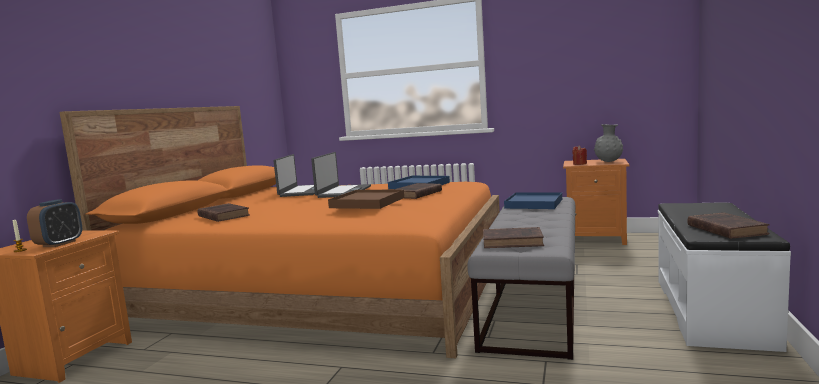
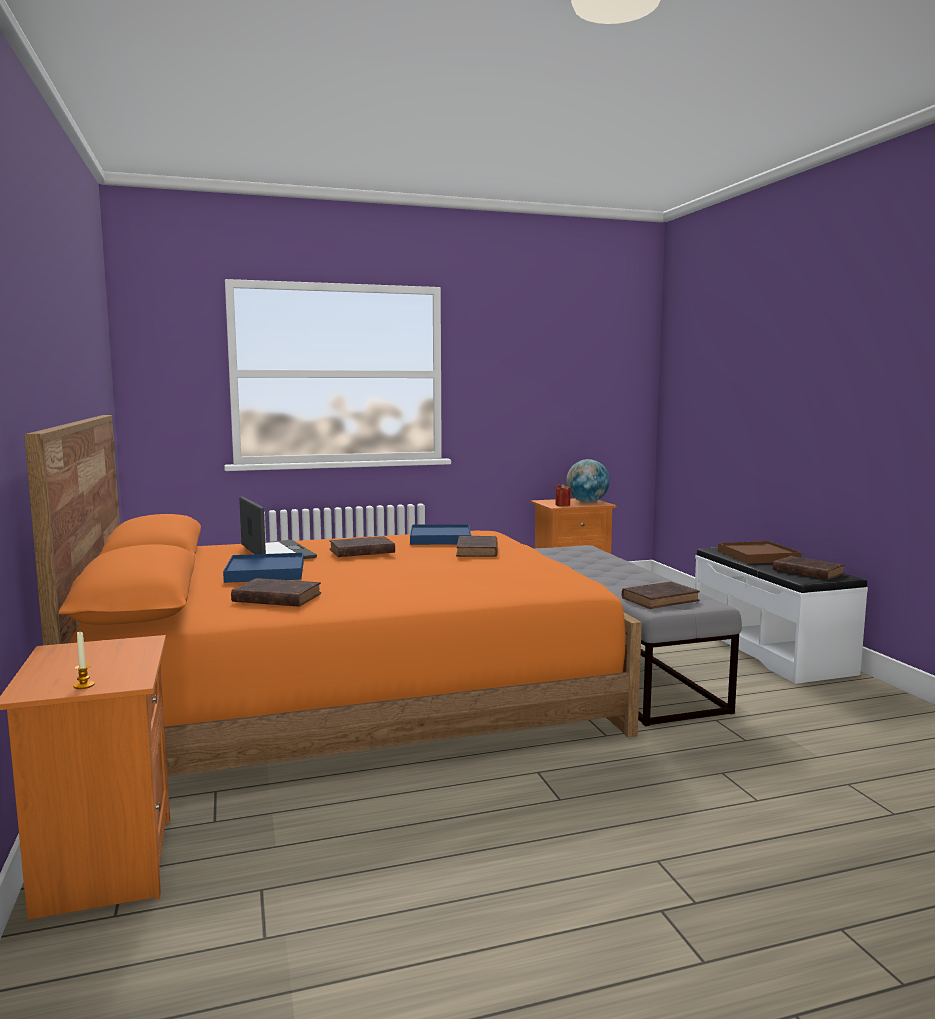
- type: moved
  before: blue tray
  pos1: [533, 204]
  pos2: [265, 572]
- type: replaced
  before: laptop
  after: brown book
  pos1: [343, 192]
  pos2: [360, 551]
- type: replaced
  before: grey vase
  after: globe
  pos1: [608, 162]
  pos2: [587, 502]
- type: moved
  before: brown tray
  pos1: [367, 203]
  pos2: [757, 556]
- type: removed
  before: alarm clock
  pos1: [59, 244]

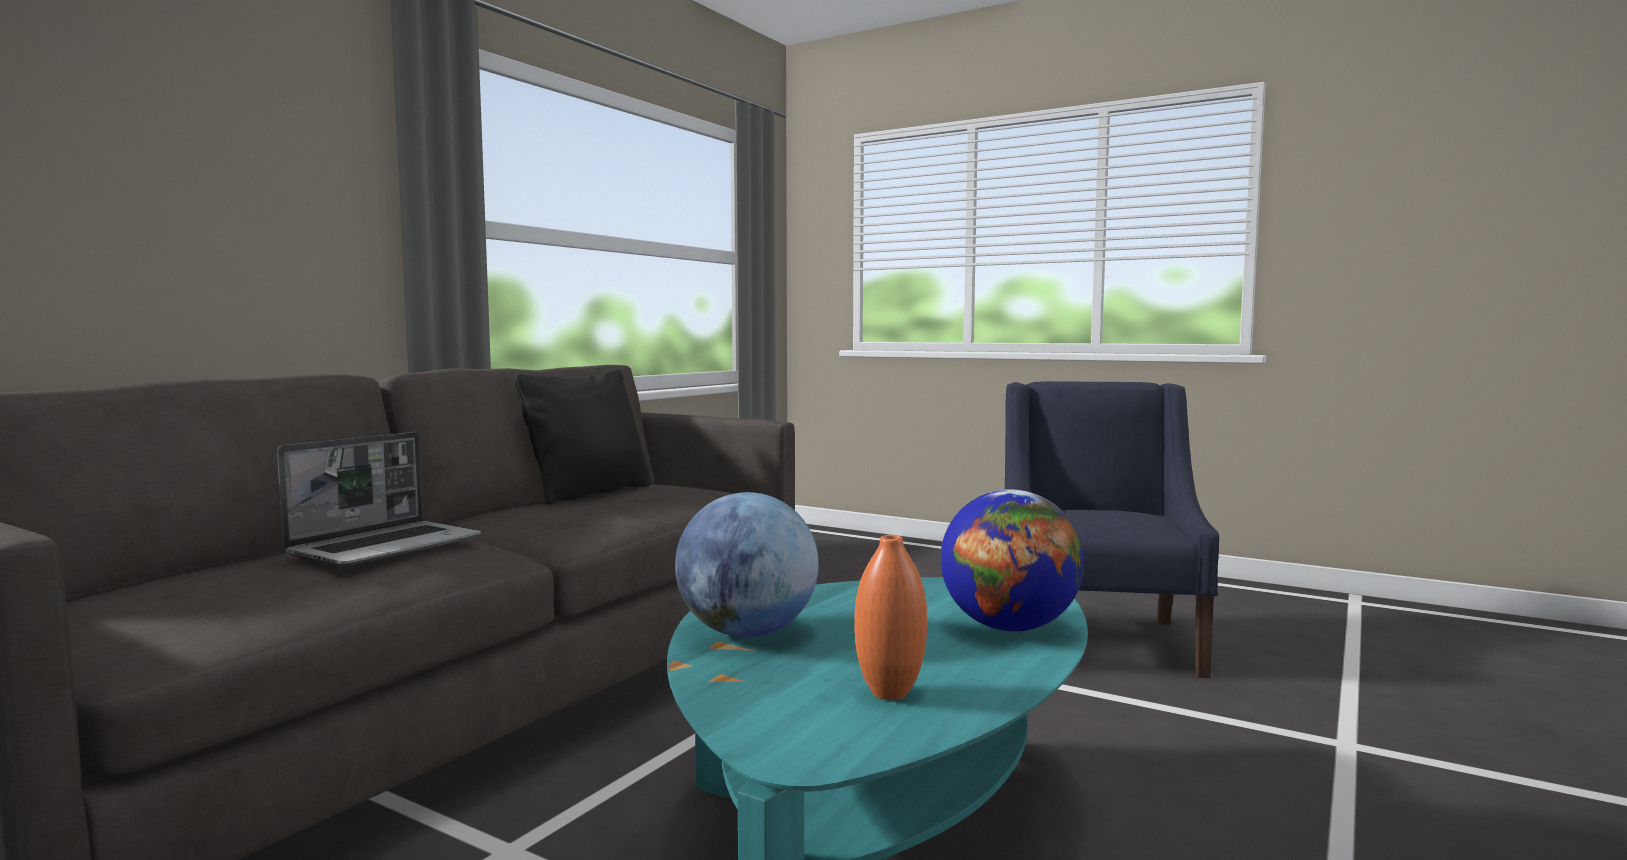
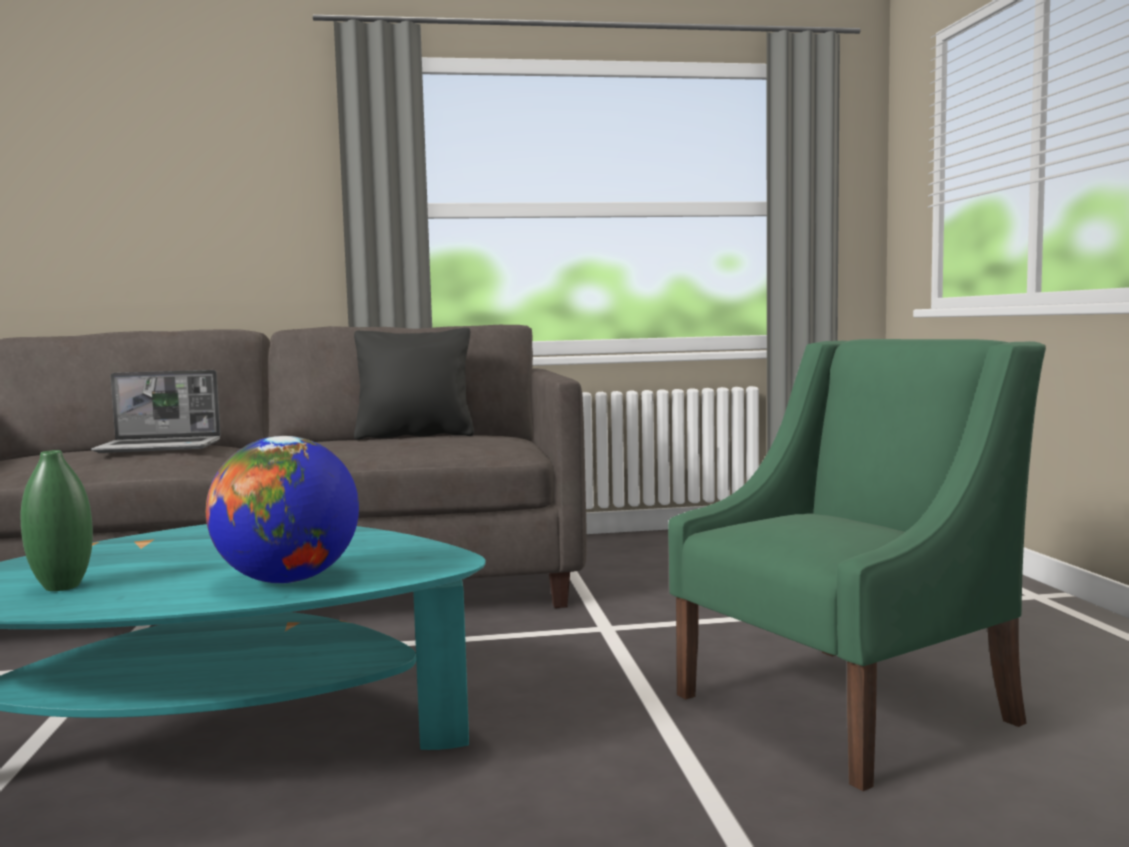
- type: recoloured
  before: orange vase
  after: green vase
  pos1: [890, 693]
  pos2: [62, 587]
- type: recoloured
  before: blue armchair
  after: green armchair
  pos1: [1097, 642]
  pos2: [847, 708]
- type: removed
  before: globe
  pos1: [747, 633]

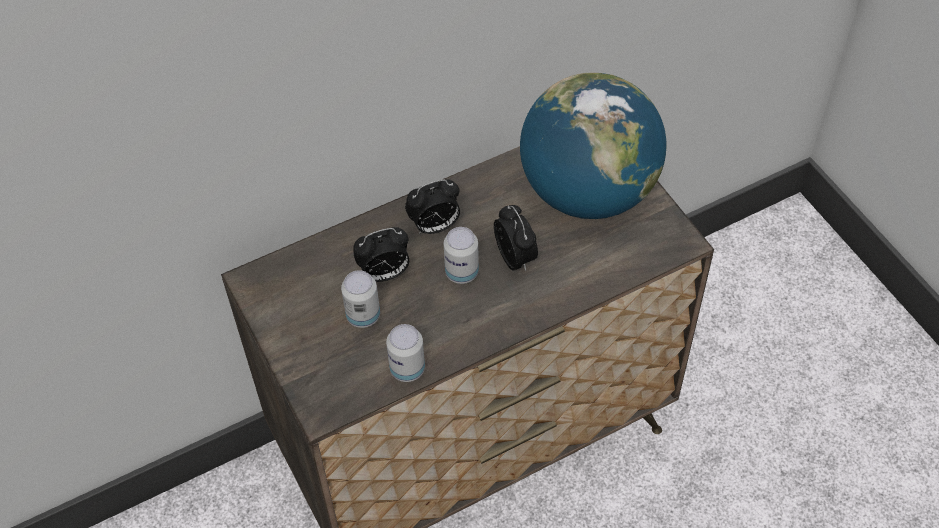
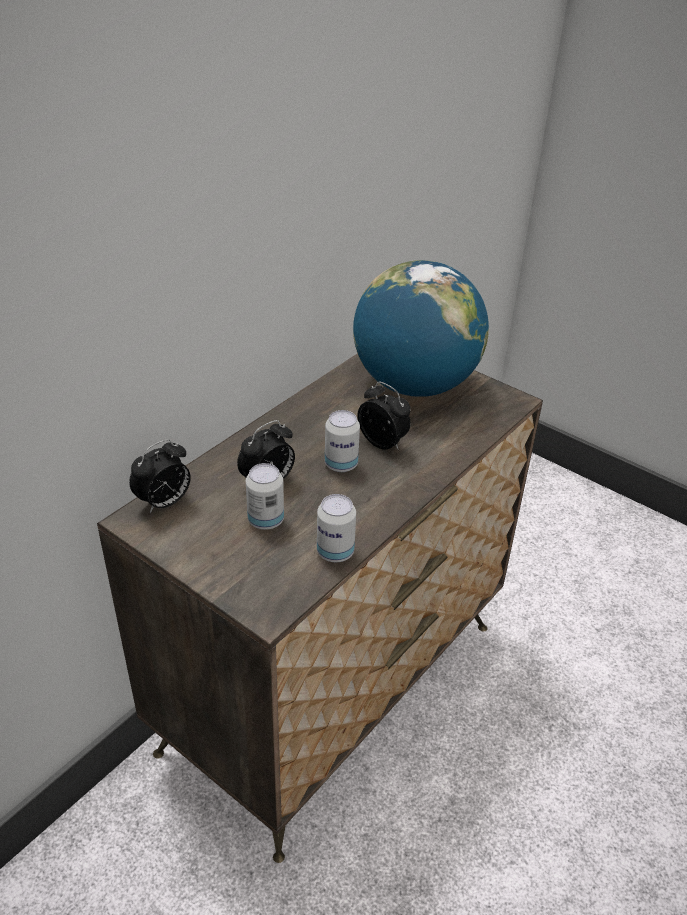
- type: moved
  before: alarm clock
  pos1: [434, 226]
  pos2: [164, 503]

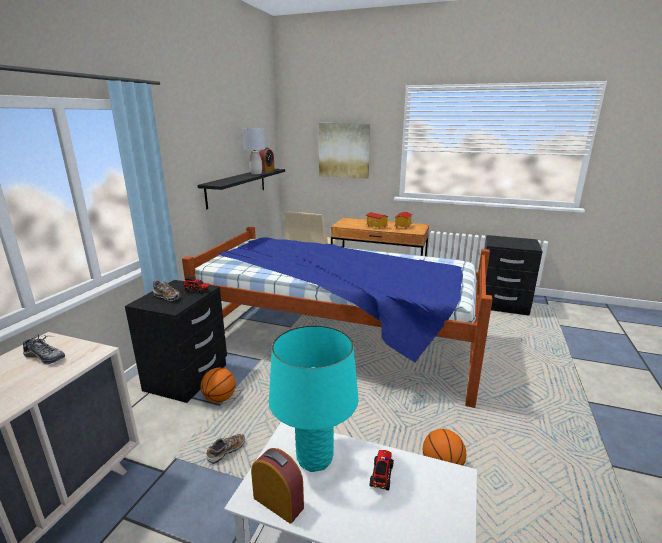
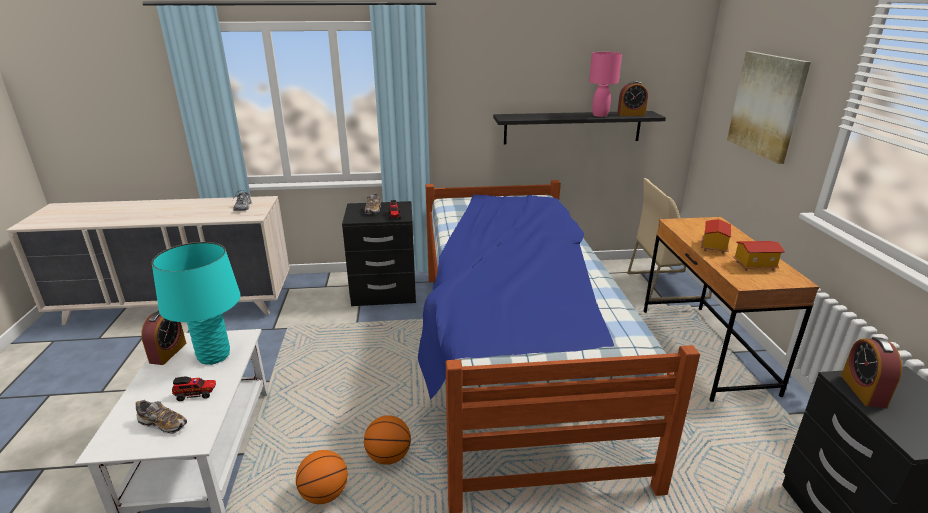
- type: moved
  before: shoe
  pos1: [226, 452]
  pos2: [163, 424]
- type: moved
  before: basketball
  pos1: [219, 398]
  pos2: [388, 456]
- type: recoloured
  before: grey table lamp
  after: pink table lamp
  pos1: [256, 173]
  pos2: [600, 115]
- type: added
  after: alarm clock
  pos2: [863, 390]

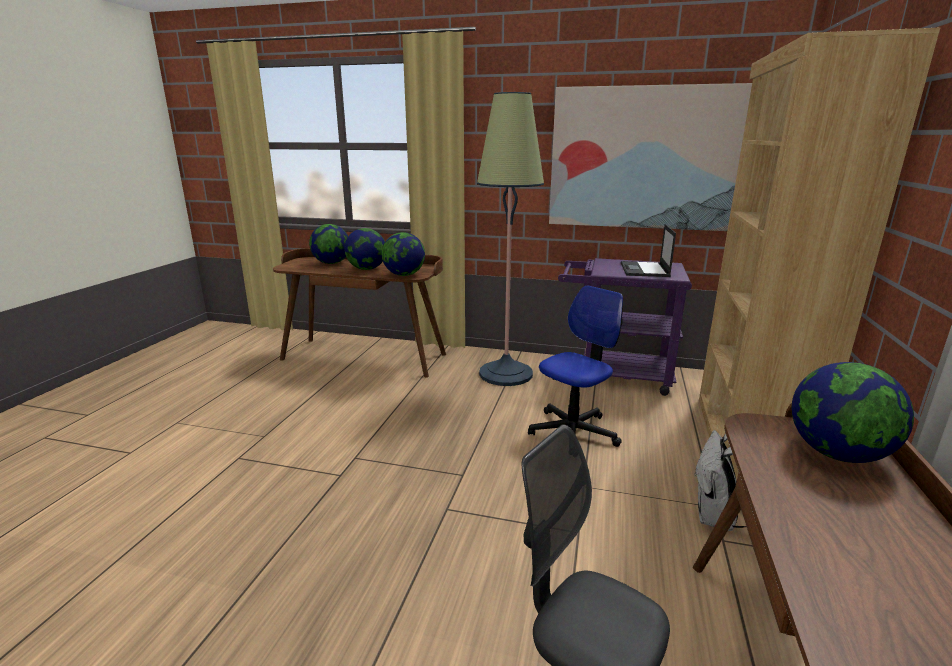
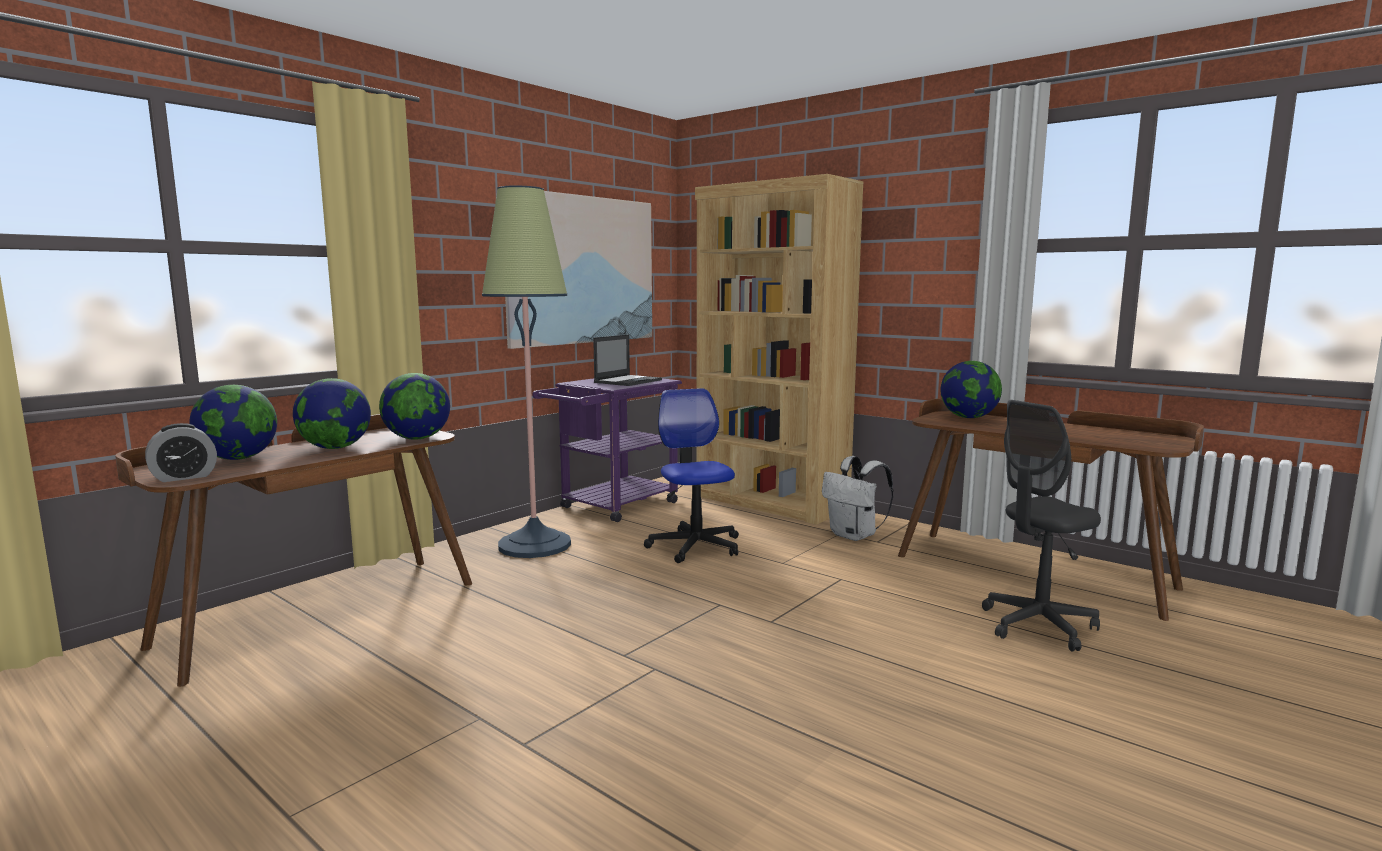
- type: added
  after: alarm clock
  pos2: [184, 477]
- type: turned
  before: laptop
  pos1: [644, 270]
  pos2: [628, 381]
  turn: -90

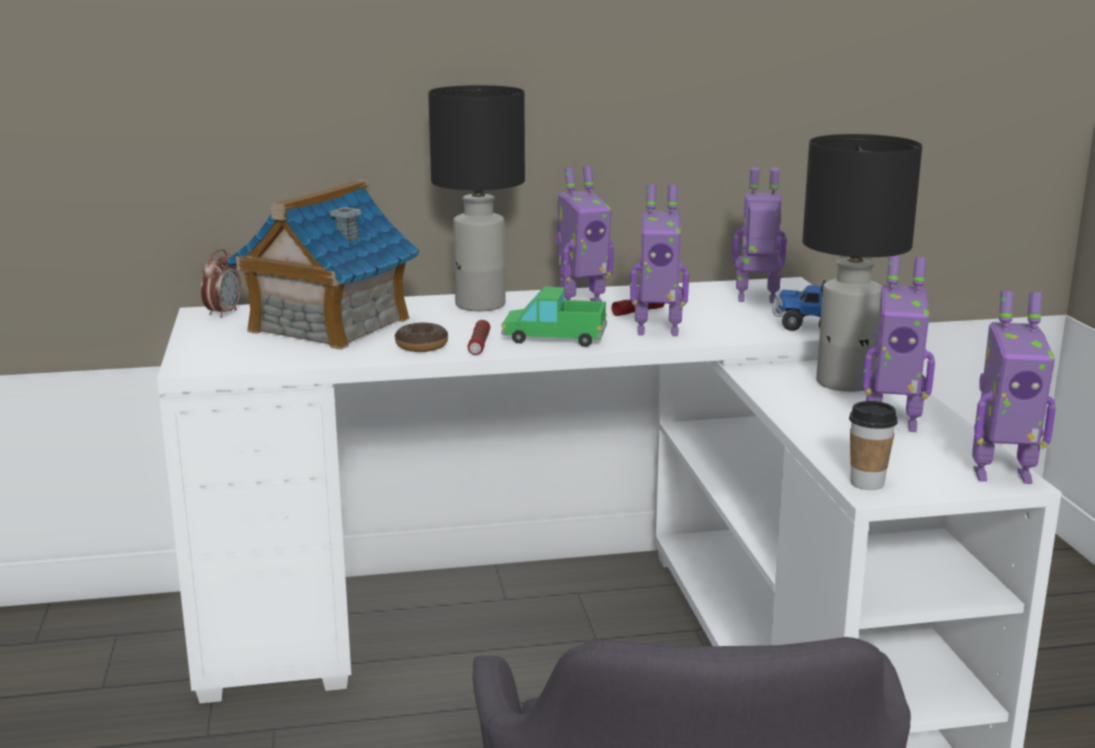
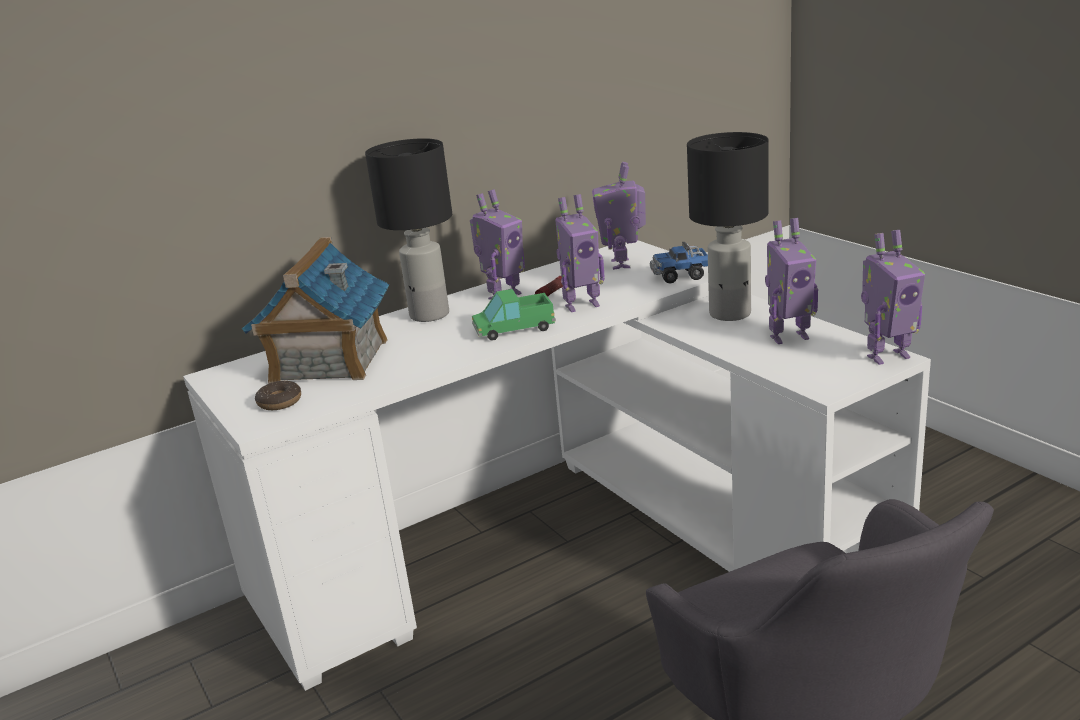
- type: moved
  before: donut
  pos1: [421, 346]
  pos2: [279, 402]
- type: turned
  before: toy robot
  pos1: [757, 300]
  pos2: [622, 264]
  turn: -75
- type: removed
  before: alarm clock
  pos1: [223, 313]
- type: removed
  before: flashlight
  pos1: [479, 345]
- type: removed
  before: cup
  pos1: [867, 483]

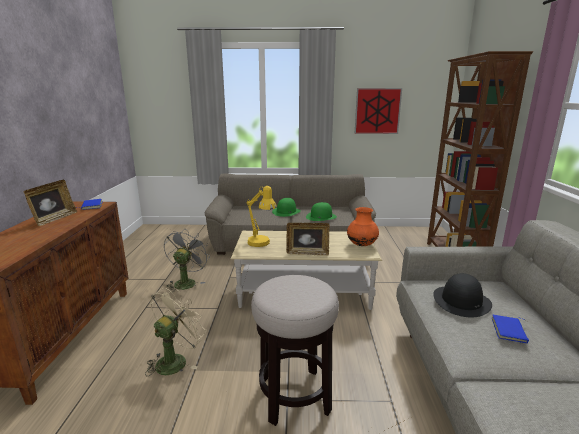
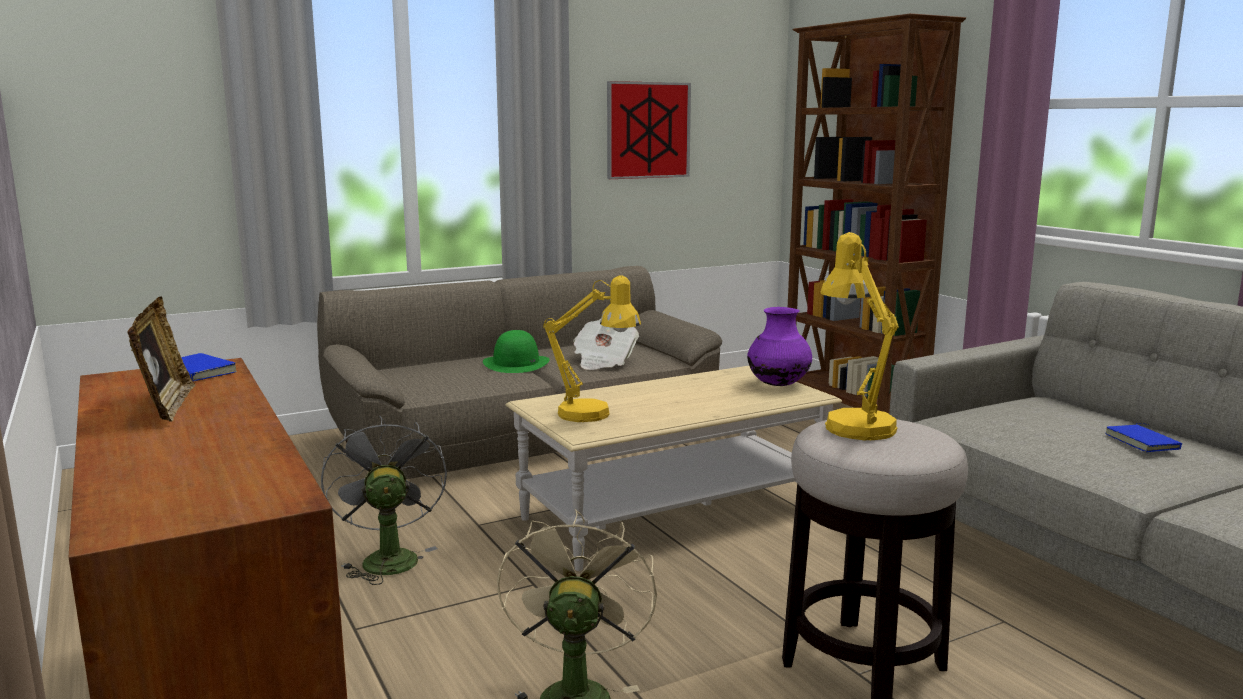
- type: replaced
  before: green hat
  after: newspaper
  pos1: [321, 217]
  pos2: [604, 361]
- type: recoloured
  before: orange vase
  after: purple vase
  pos1: [362, 245]
  pos2: [778, 385]
- type: added
  after: yellow table lamp
  pos2: [853, 424]
- type: removed
  before: picture frame
  pos1: [307, 253]
- type: removed
  before: black hat
  pos1: [461, 301]

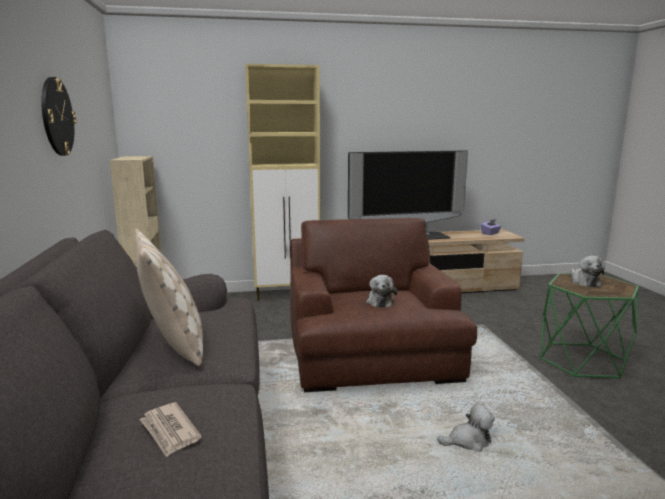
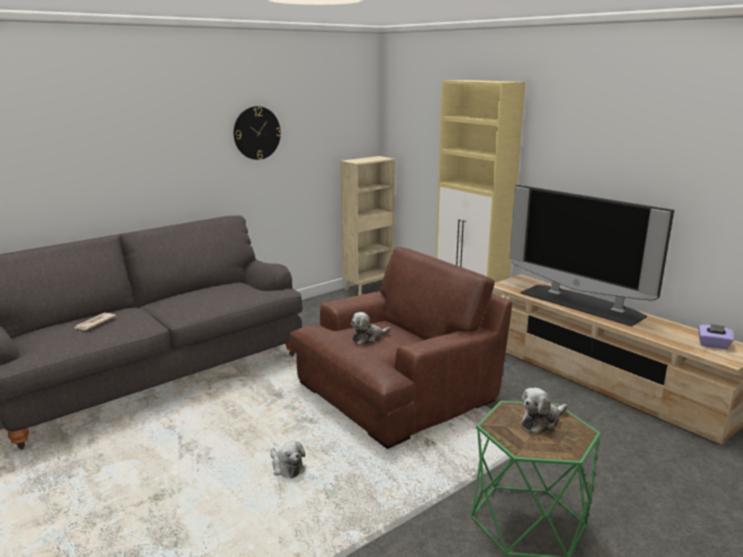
- type: removed
  before: beige pillow
  pos1: [174, 344]

